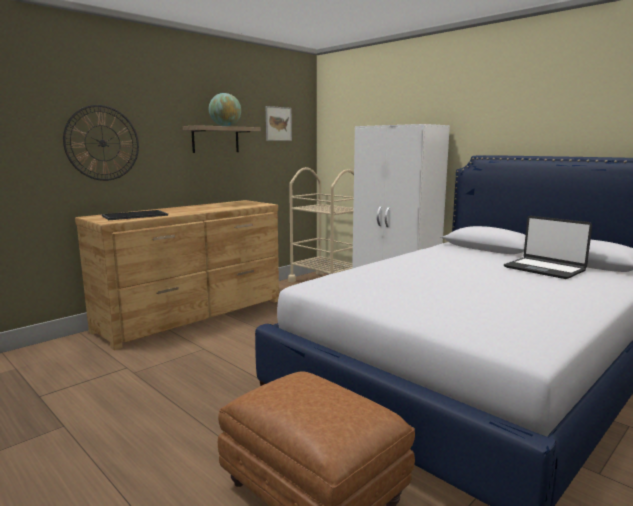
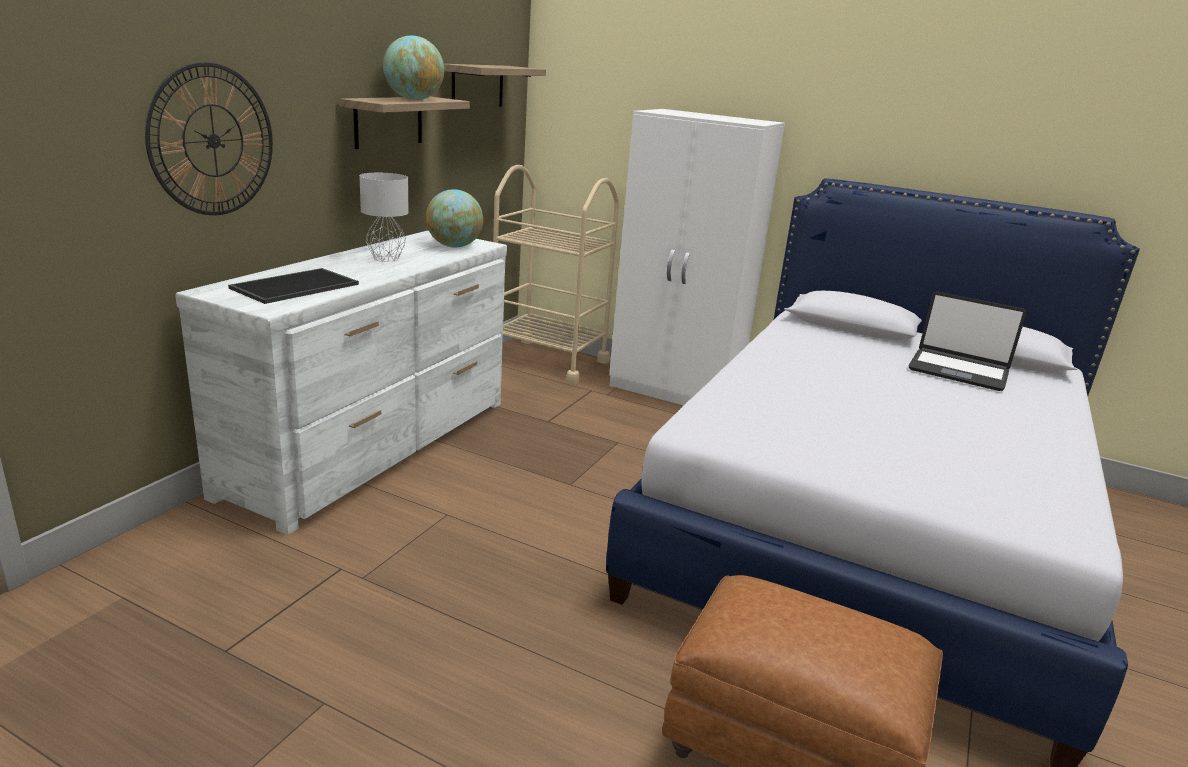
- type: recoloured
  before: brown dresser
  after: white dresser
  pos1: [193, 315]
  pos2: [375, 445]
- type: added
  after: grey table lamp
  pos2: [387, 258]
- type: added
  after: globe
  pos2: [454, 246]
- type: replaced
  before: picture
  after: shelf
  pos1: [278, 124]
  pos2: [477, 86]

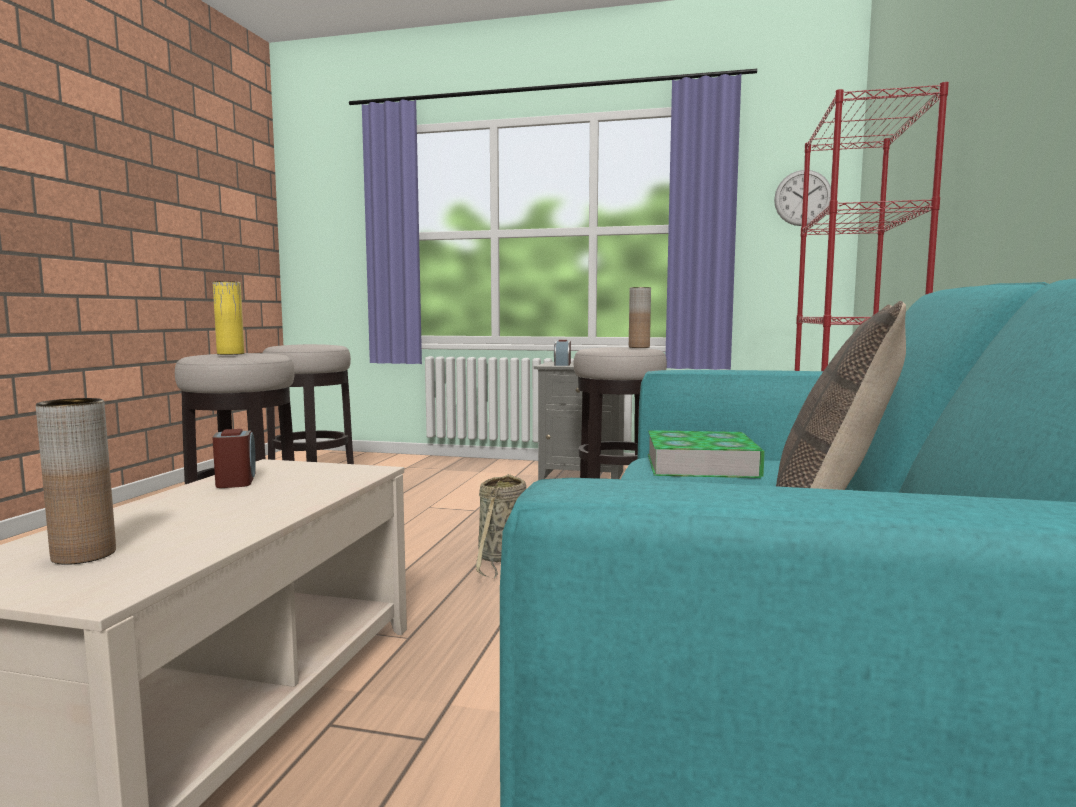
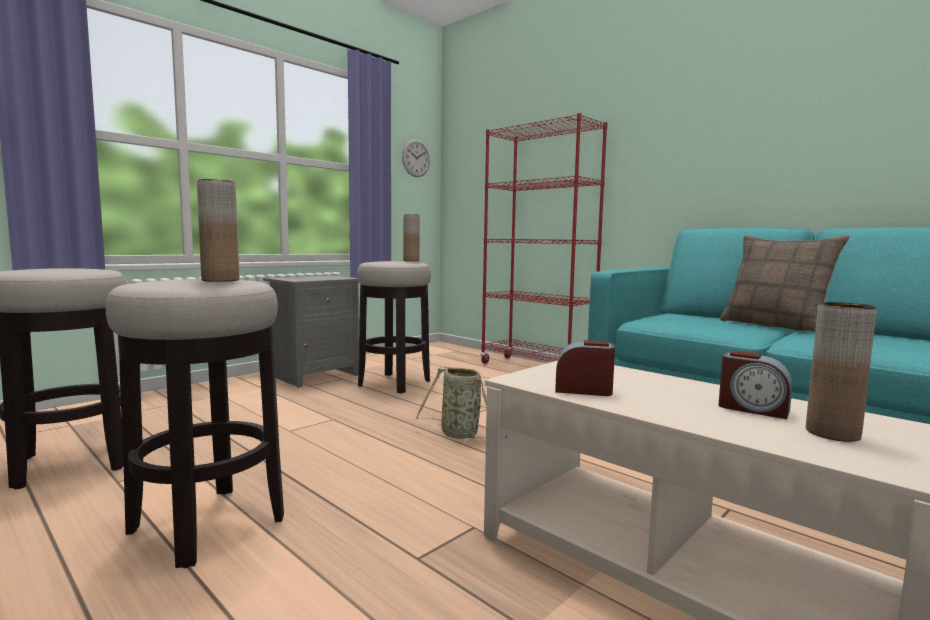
- type: recoloured
  before: yellow vase
  after: brown vase
  pos1: [230, 354]
  pos2: [220, 280]
- type: moved
  before: alarm clock
  pos1: [562, 364]
  pos2: [753, 409]
- type: removed
  before: book
  pos1: [701, 465]

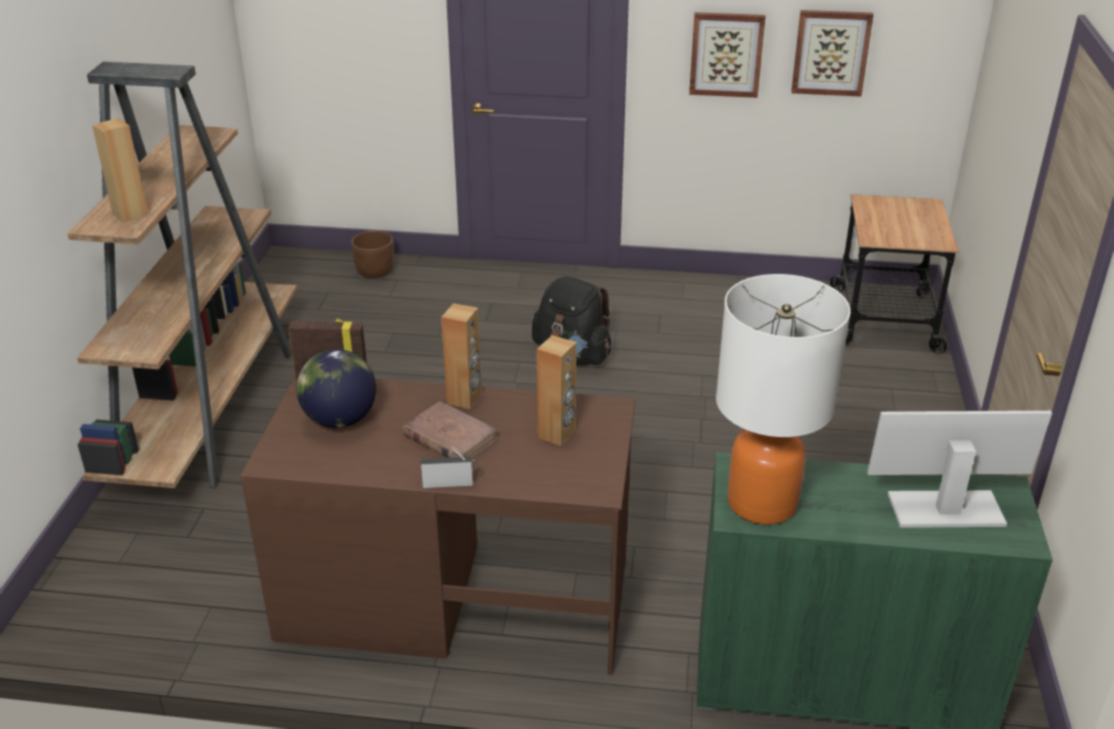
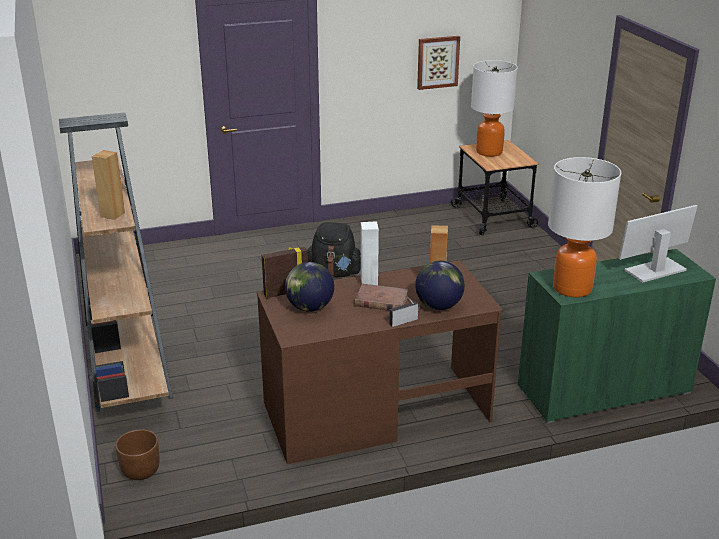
- type: moved
  before: brown planter
  pos1: [375, 271]
  pos2: [141, 470]
- type: recoloured
  before: brown speaker
  after: white speaker
  pos1: [464, 399]
  pos2: [369, 281]
- type: added
  after: globe
  pos2: [438, 306]
- type: added
  after: table lamp
  pos2: [489, 152]
- type: removed
  before: picture
  pos1: [726, 54]

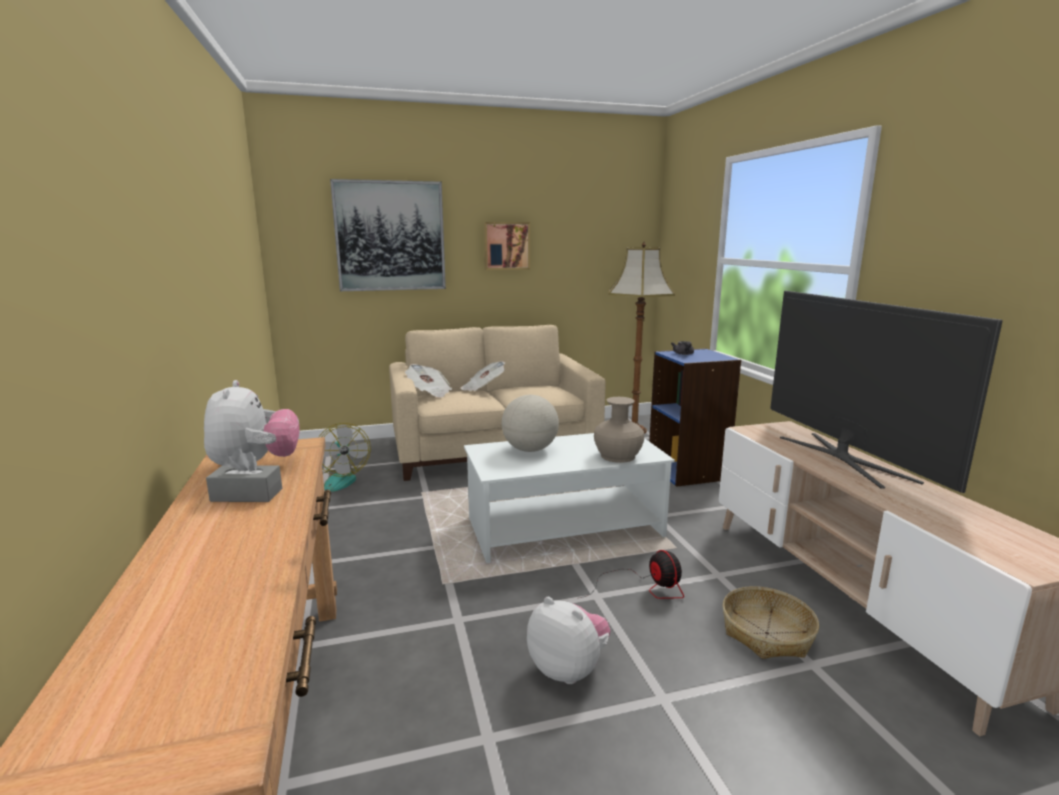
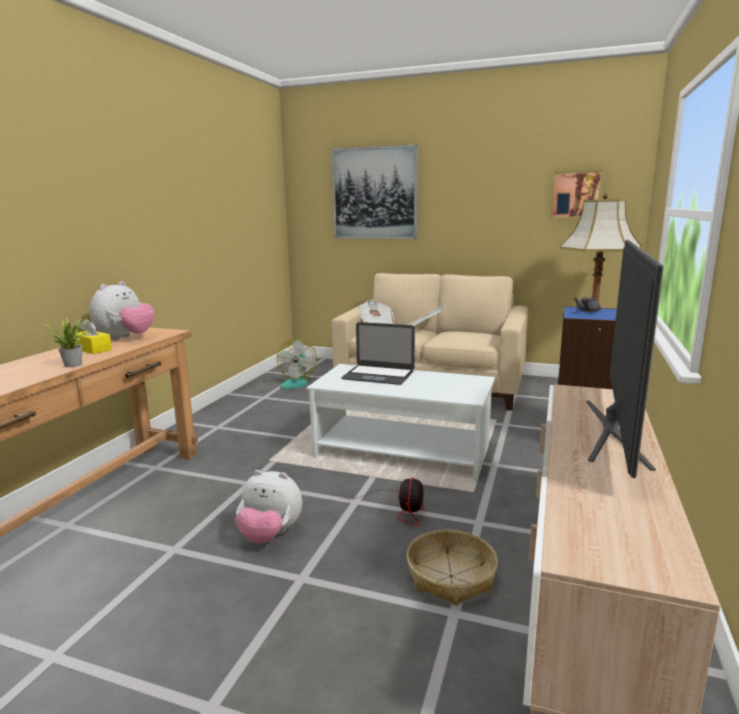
- type: added
  after: potted plant
  pos2: [75, 364]
- type: recoloured
  before: grey tissue box
  after: yellow tissue box
  pos1: [247, 495]
  pos2: [93, 349]
- type: turned
  before: plush toy
  pos1: [568, 668]
  pos2: [270, 535]
  turn: 120
- type: replaced
  before: globe
  after: laptop
  pos1: [530, 450]
  pos2: [378, 375]
- type: moved
  before: picture
  pos1: [506, 246]
  pos2: [576, 195]
- type: removed
  before: beige vase
  pos1: [618, 456]

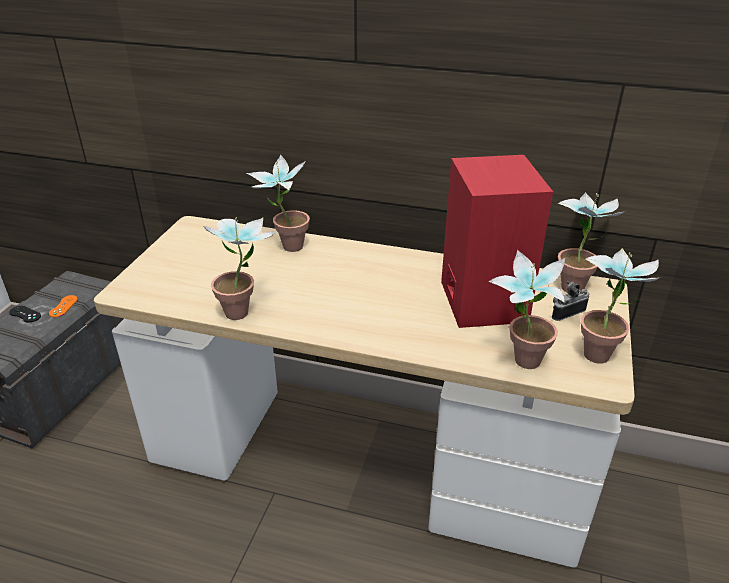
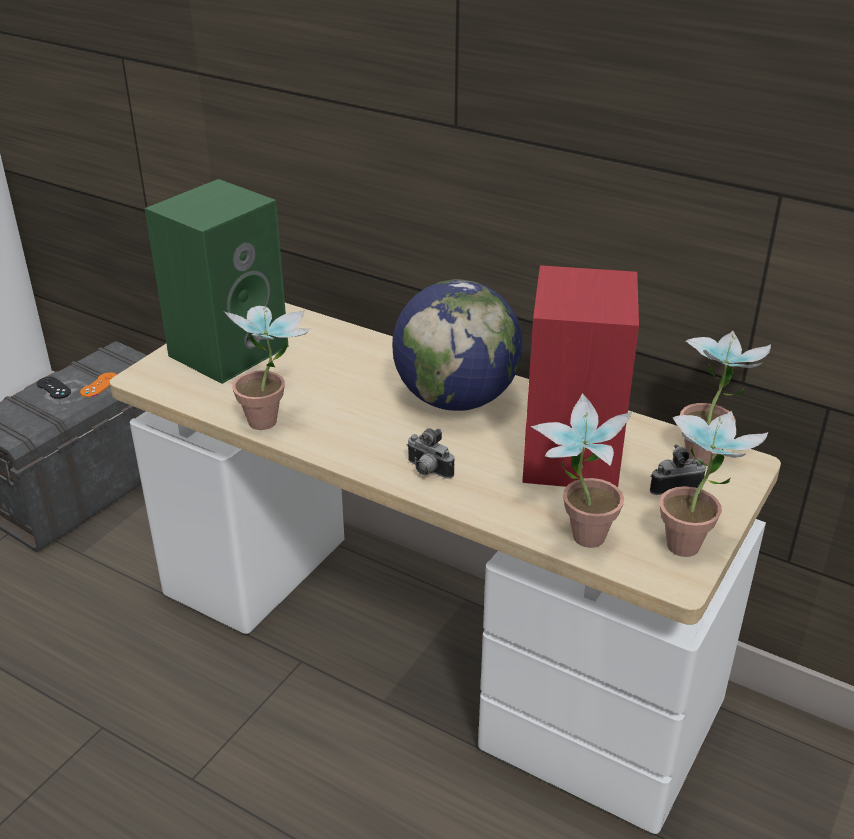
- type: added
  after: green speaker
  pos2: [229, 349]
- type: added
  after: globe
  pos2: [456, 399]
- type: added
  after: photo camera
  pos2: [427, 471]
- type: removed
  before: potted plant
  pos1: [285, 247]

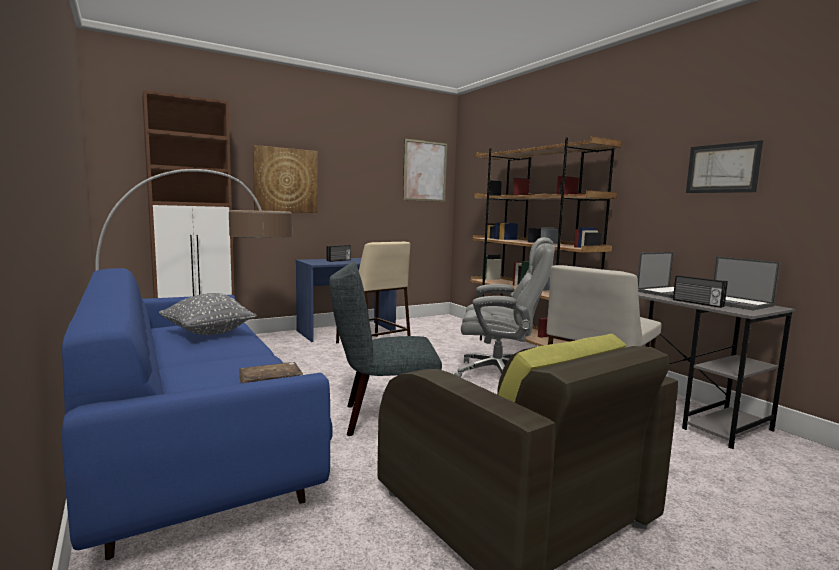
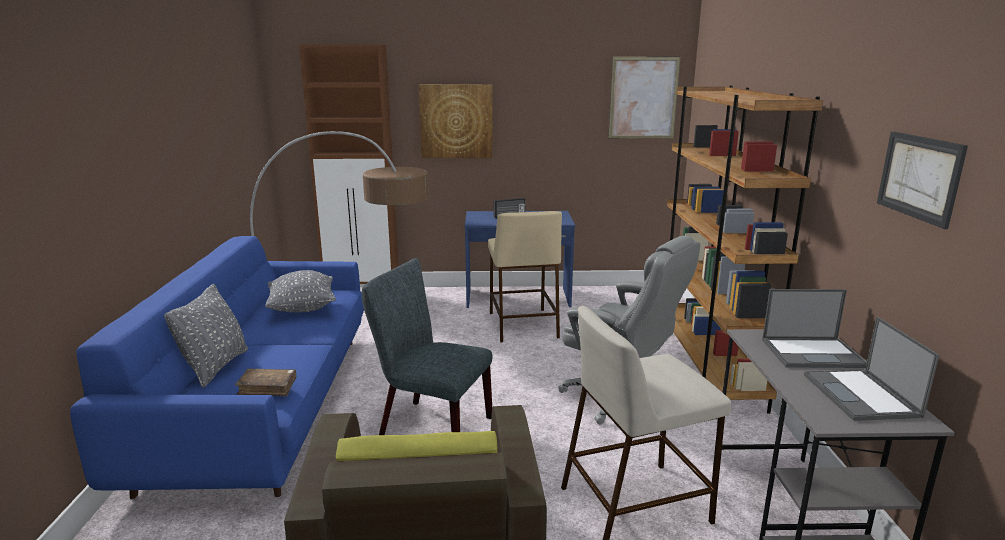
- type: added
  after: grey pillow
  pos2: [216, 367]
- type: removed
  before: radio
  pos1: [697, 303]

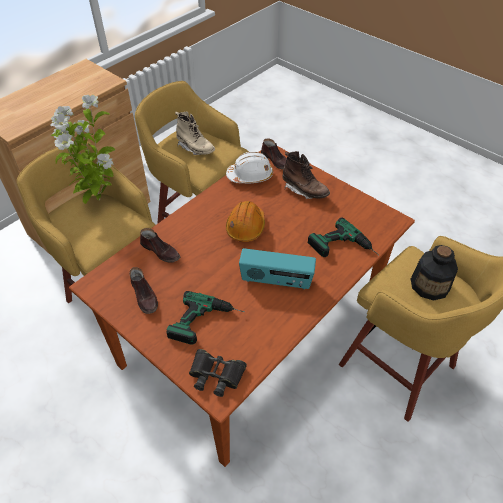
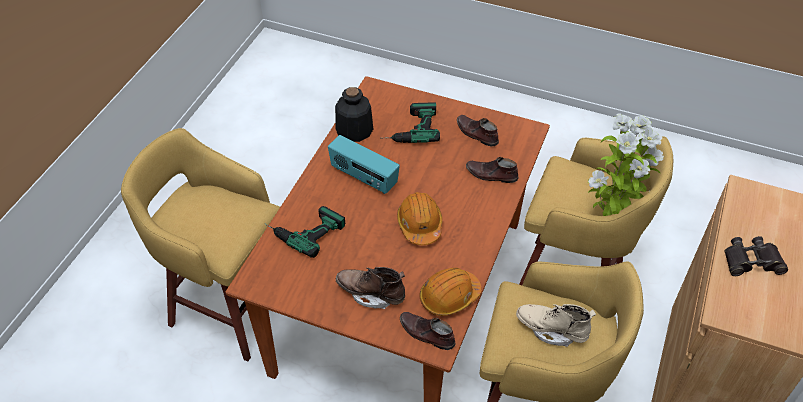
- type: turned
  before: radio
  pos1: [276, 281]
  pos2: [363, 178]
  turn: -135
- type: moved
  before: bottle
  pos1: [430, 285]
  pos2: [354, 130]
- type: recoloured
  before: white hard hat
  after: orange hard hat
  pos1: [250, 175]
  pos2: [449, 297]
- type: moved
  before: black binoculars
  pos1: [216, 374]
  pos2: [751, 261]

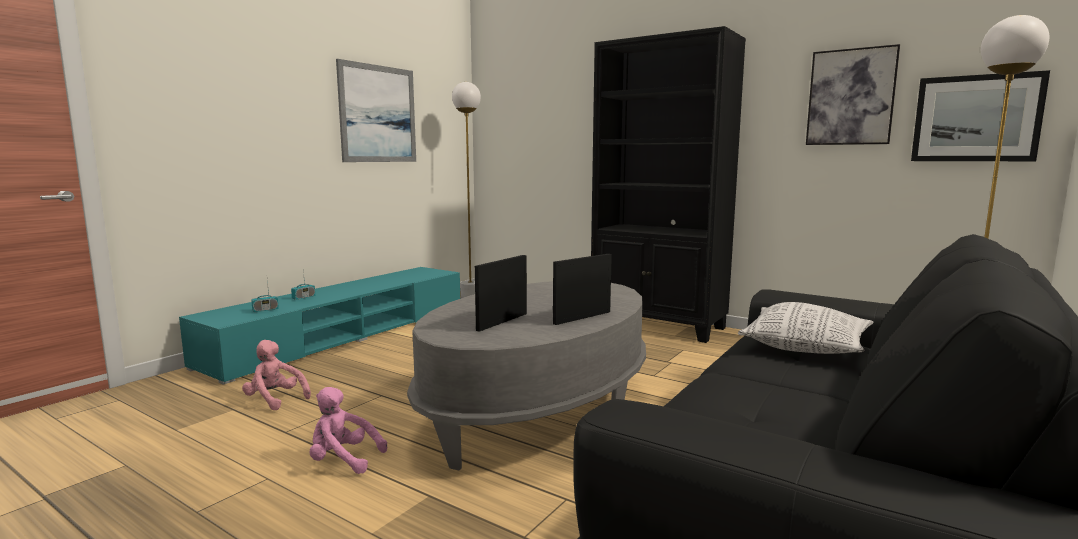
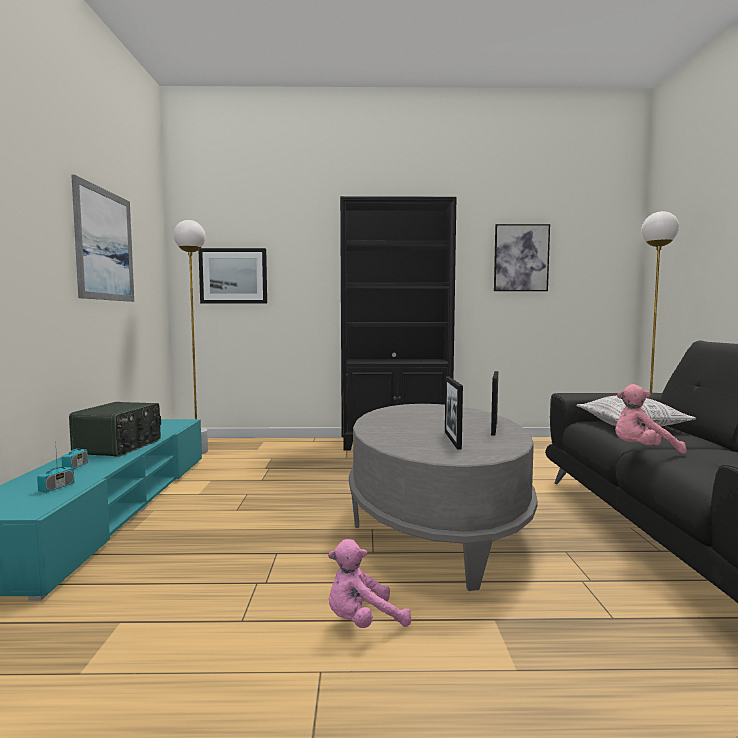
- type: added
  after: radio
  pos2: [120, 447]
- type: moved
  before: picture
  pos1: [976, 118]
  pos2: [233, 276]
- type: moved
  before: pink plush toy
  pos1: [275, 400]
  pos2: [642, 451]

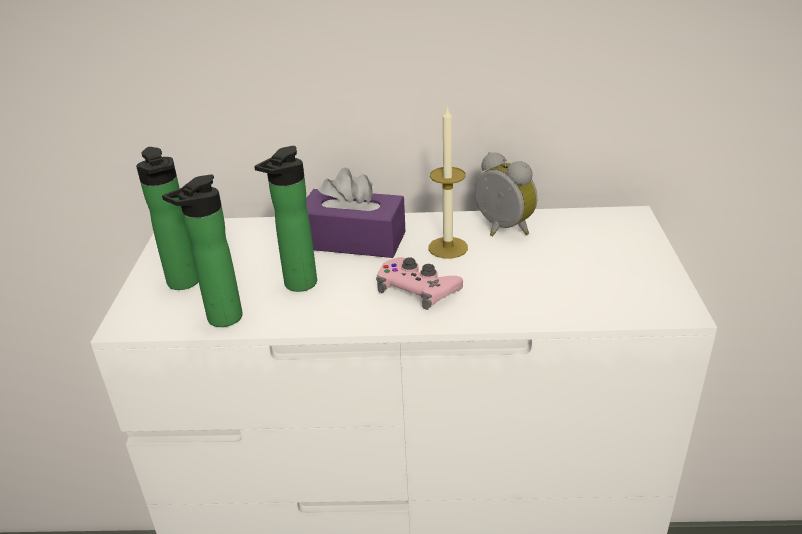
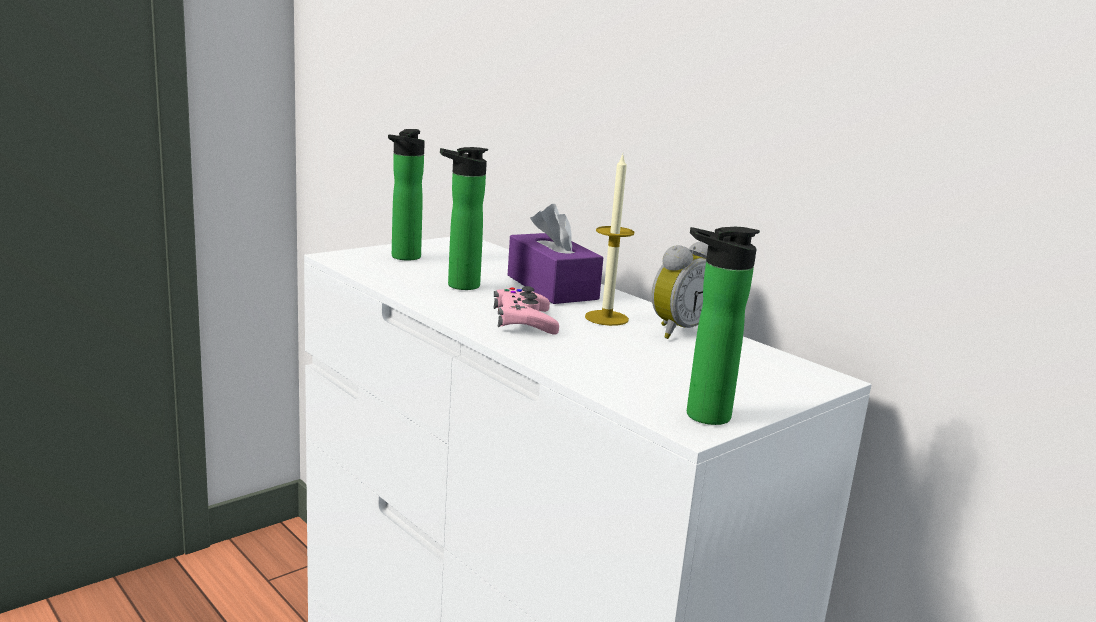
- type: turned
  before: alarm clock
  pos1: [501, 230]
  pos2: [677, 330]
  turn: 45
- type: moved
  before: bottle
  pos1: [220, 320]
  pos2: [700, 415]

